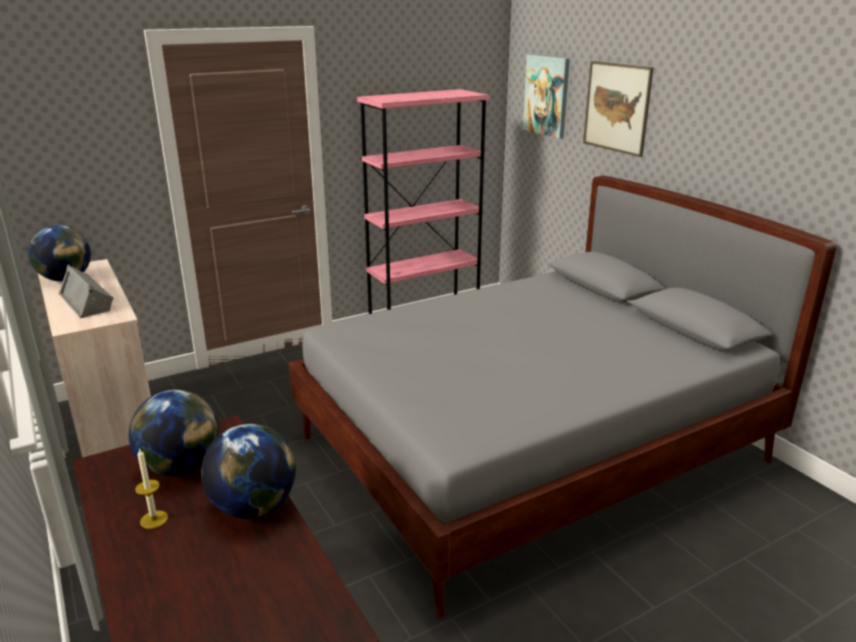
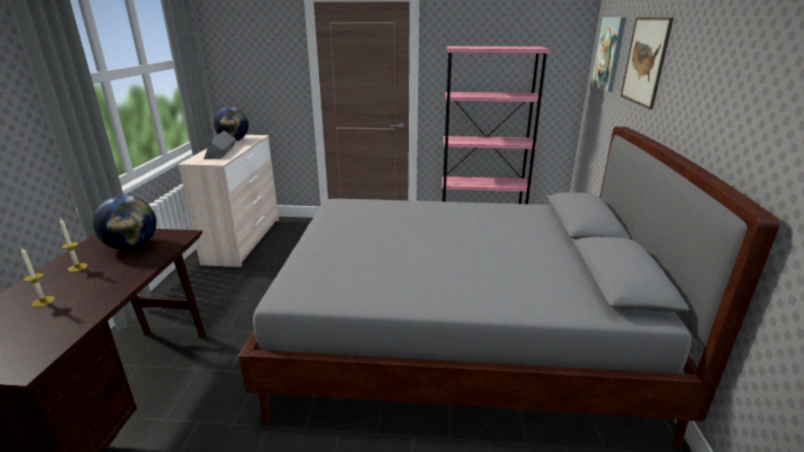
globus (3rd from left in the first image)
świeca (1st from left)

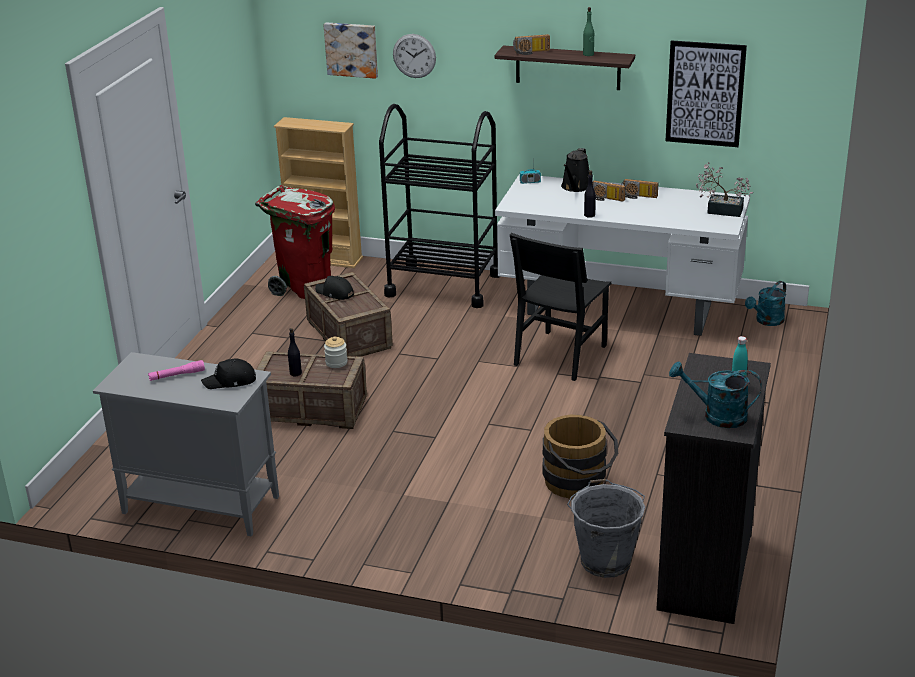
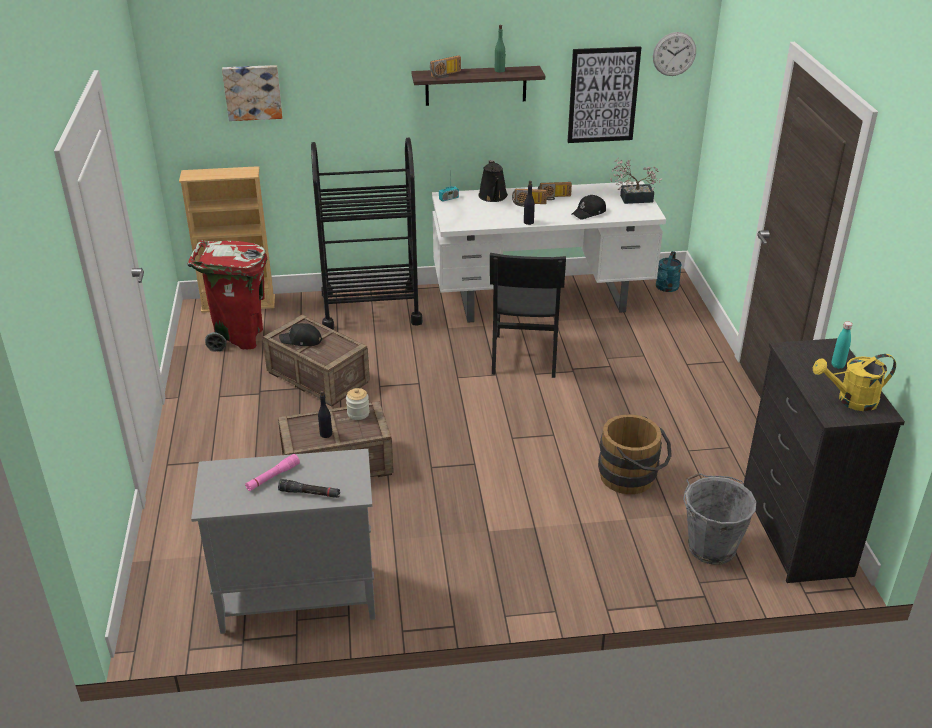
zegar ścienny
czapka z daszkiem (czarny) (2nd from left)
konewka (żółty)
latarka (czarny)

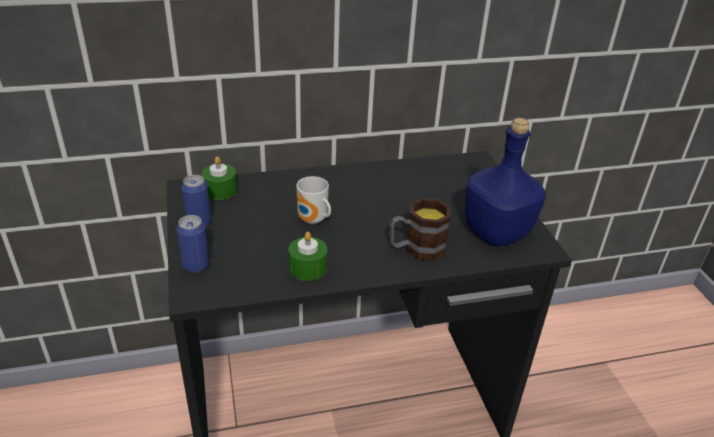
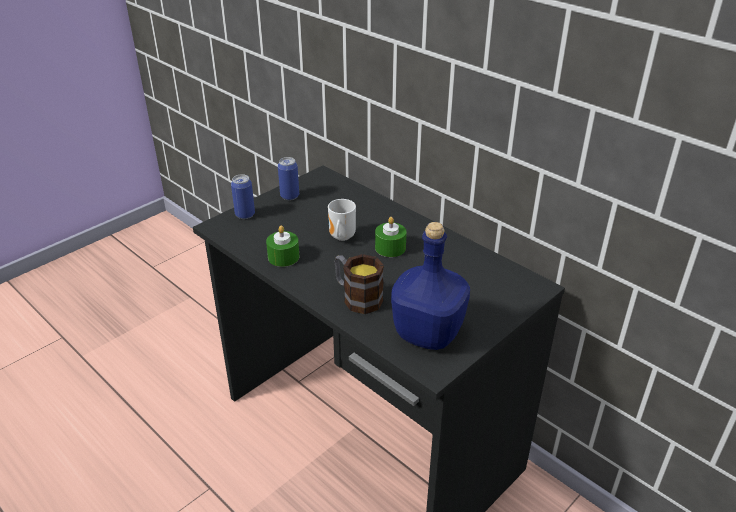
świeca (zielony) (2nd from left)

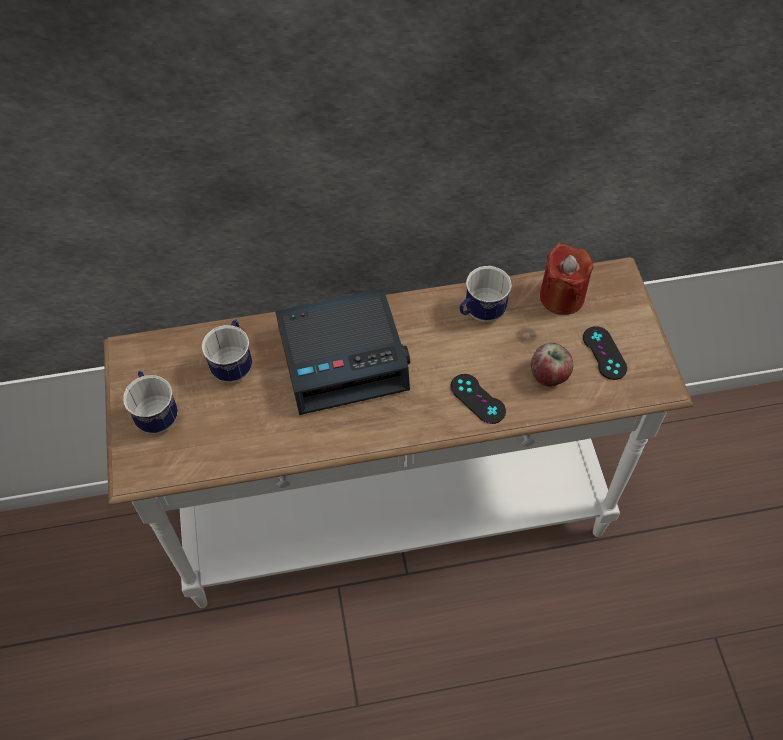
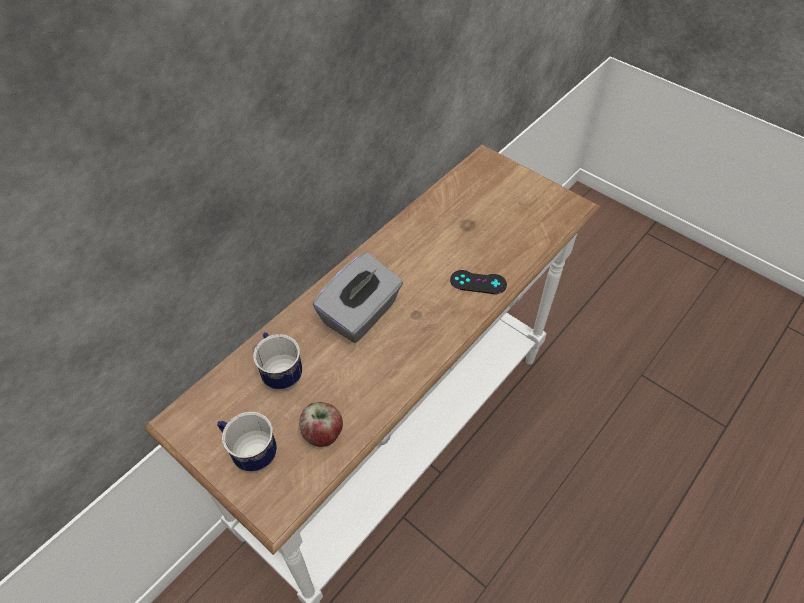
świeca (czerwony)
kubek (3rd from left in the first image)
pudełko chusteczek (szary)
pad do gier (czarny) (2nd from left in the first image)
jabłko

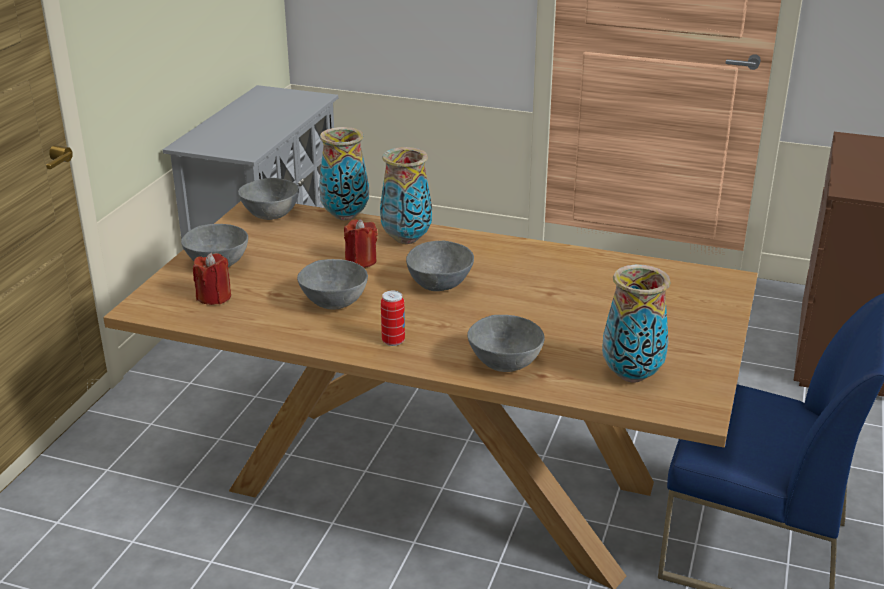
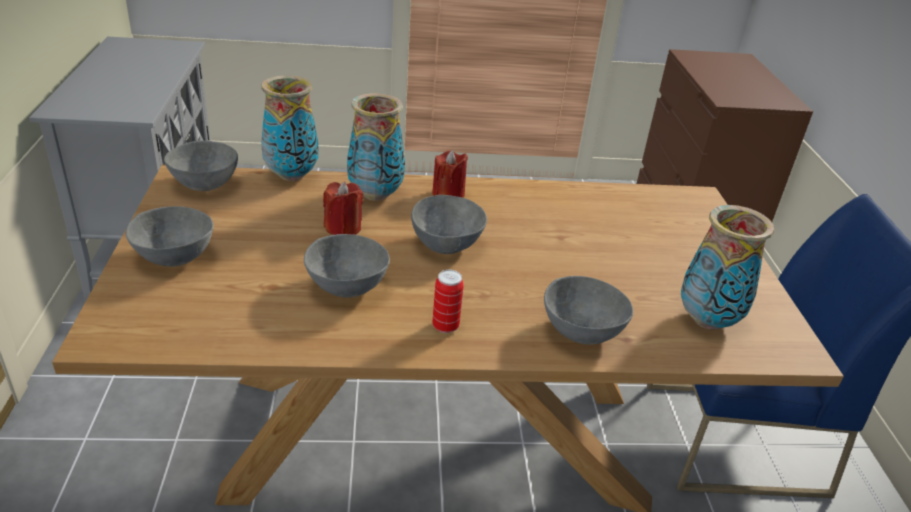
świeca (czerwony) (2nd from left)

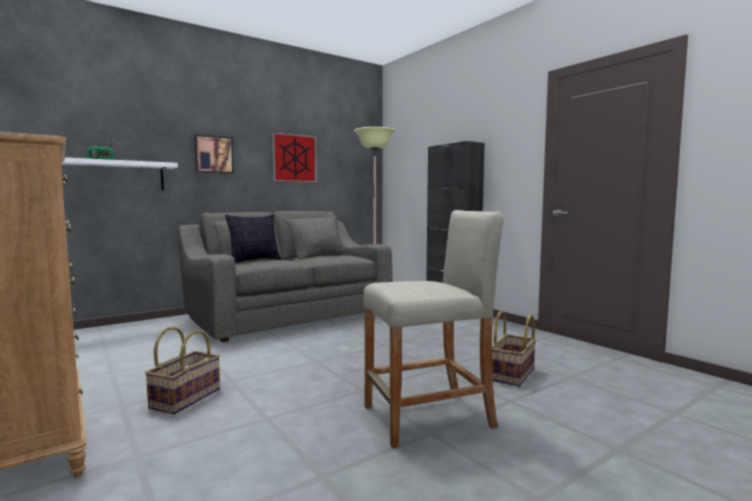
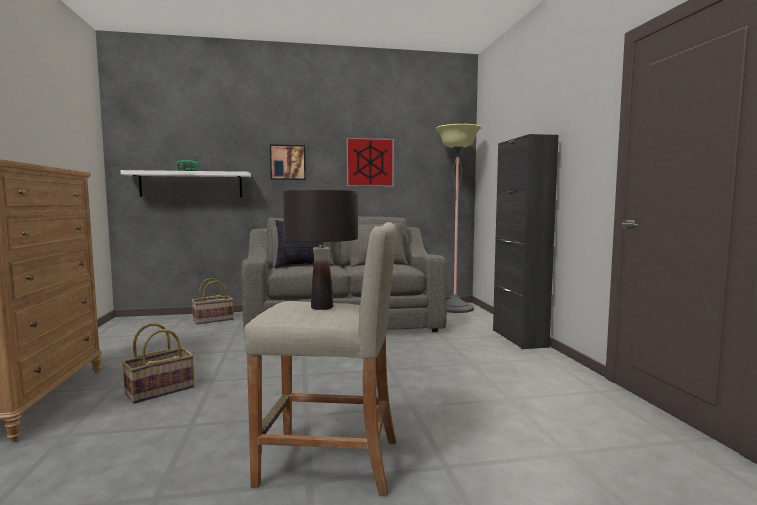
koszyk (2nd from left)
lampa stołowa (czarny)

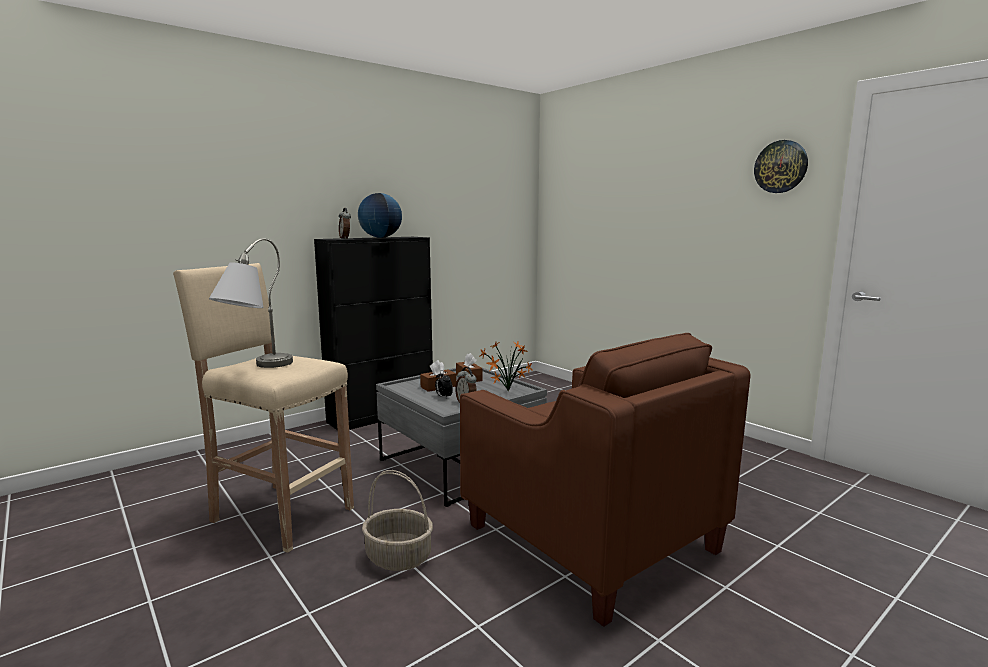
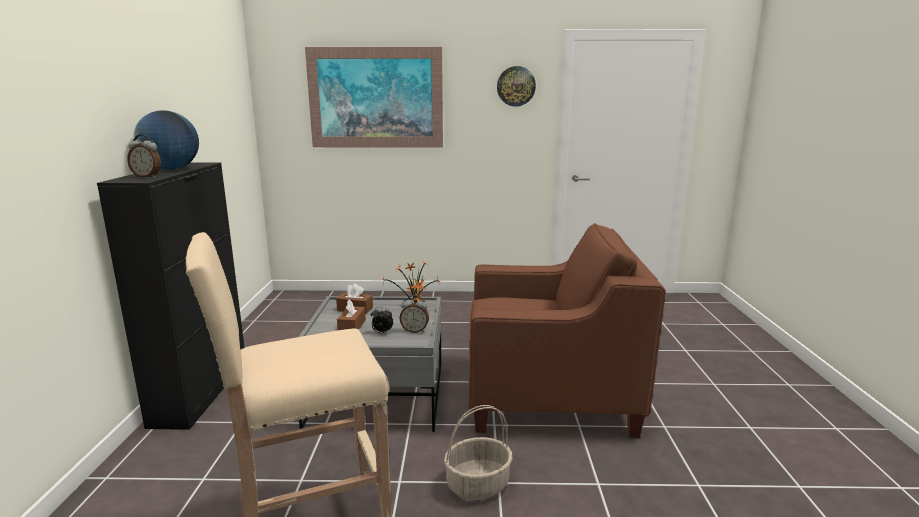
lampa stołowa (szary)
obraz

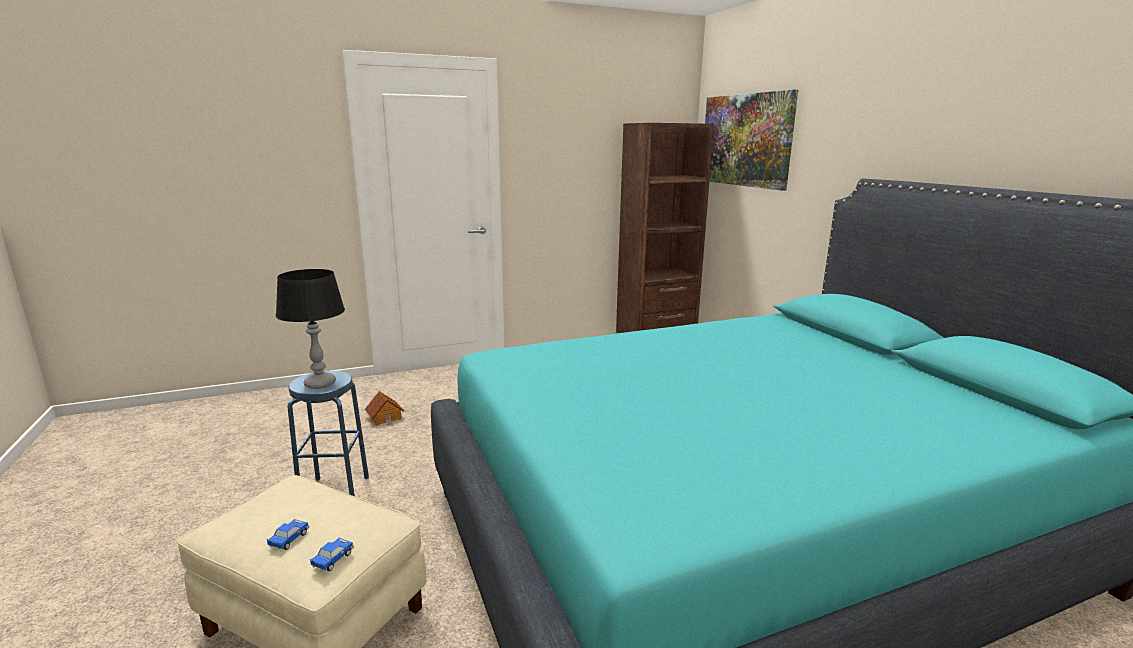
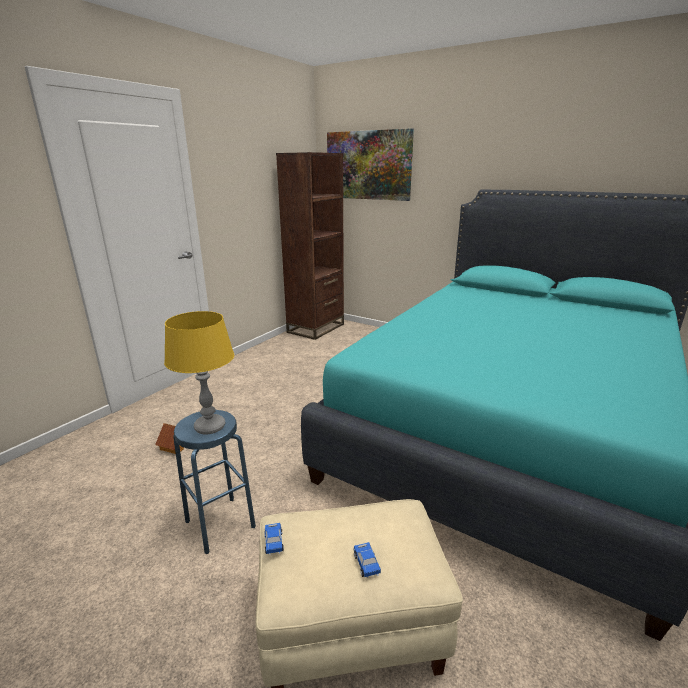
lampa stołowa (żółty)
samochodzik (1st from left)

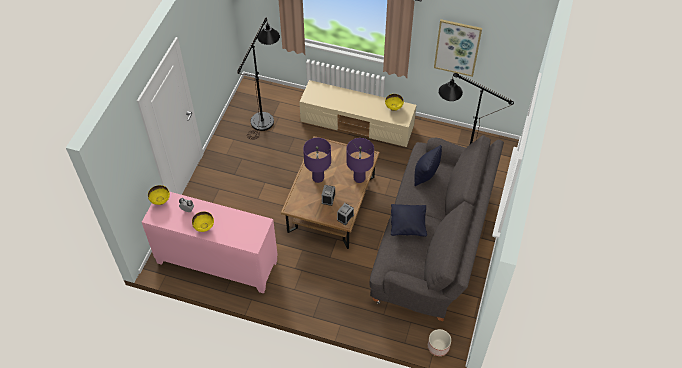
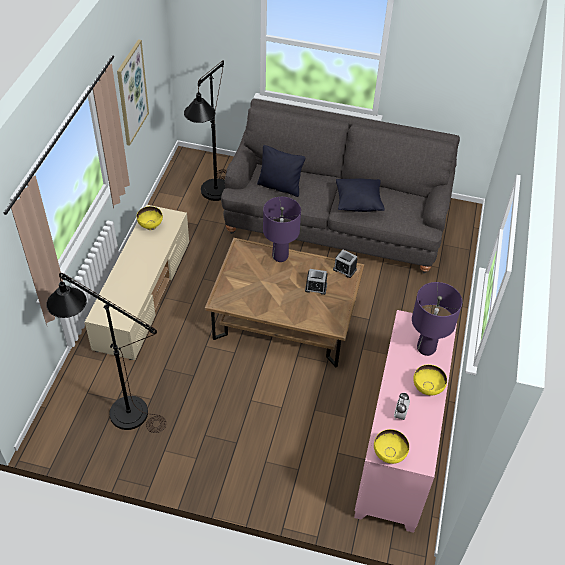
lampa stołowa (fioletowy) (2nd from left)
donica

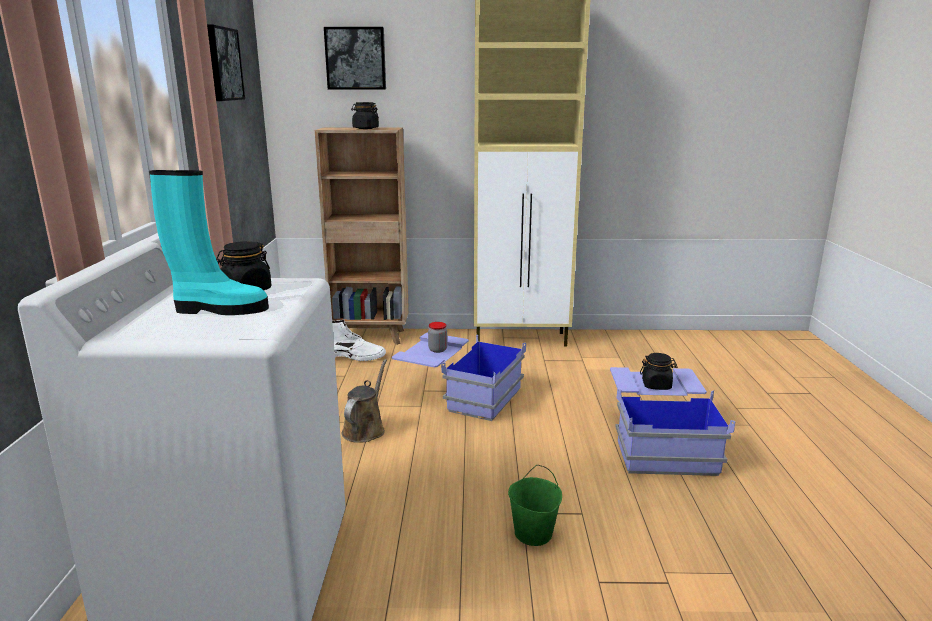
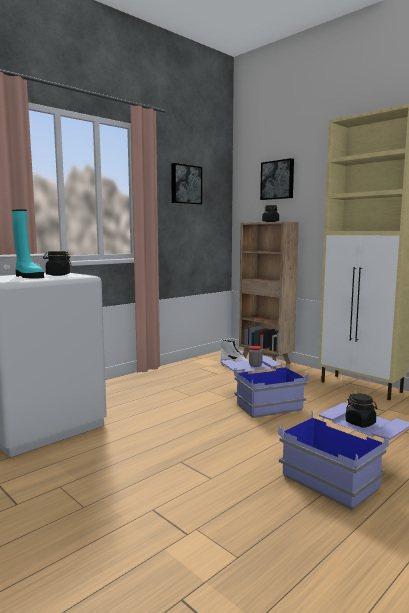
konewka (brązowy)
wiadro (zielony)

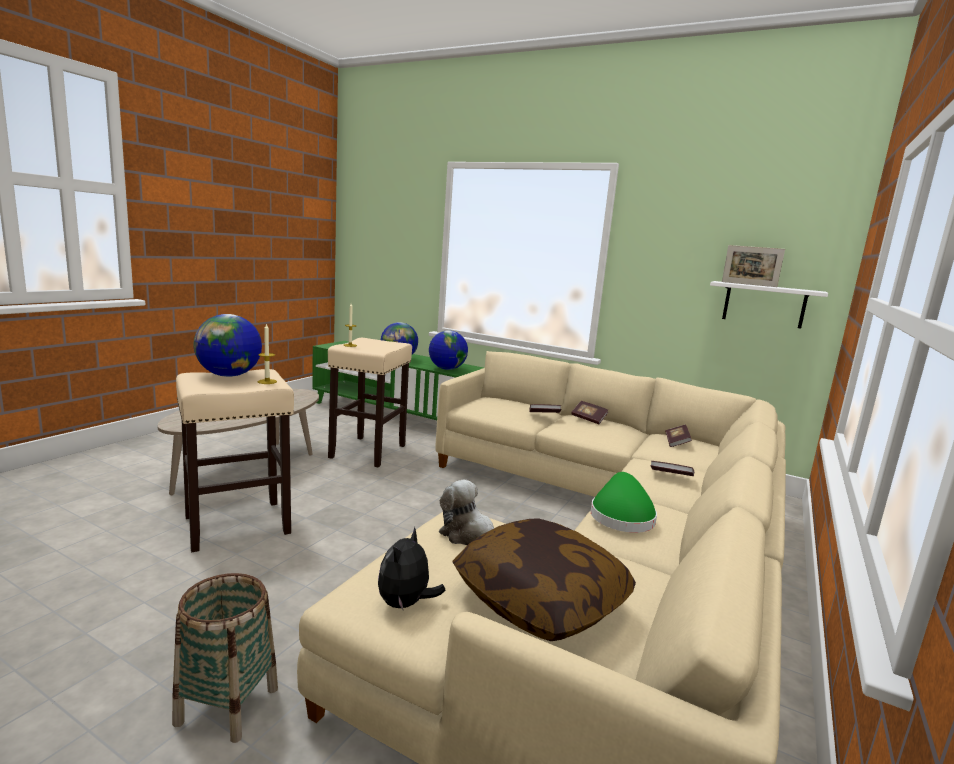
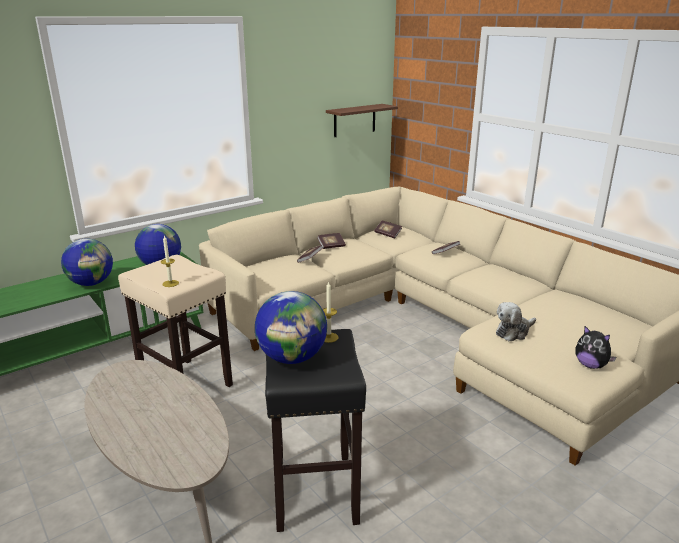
ramka na zdjęcie
półka (brązowy)
stołek (czarny)
kapelusz (zielony)
poduszka
koszyk

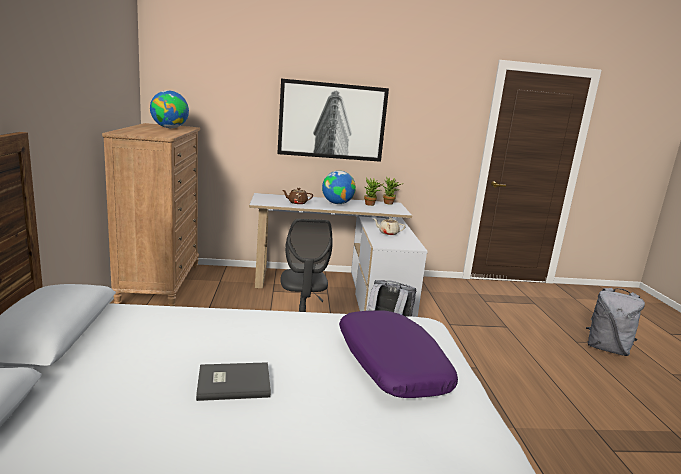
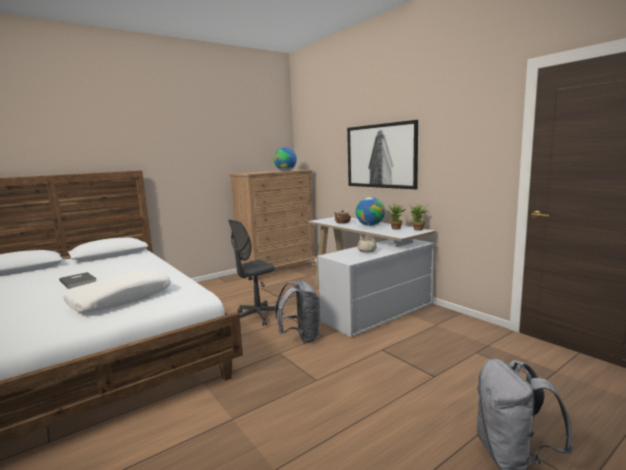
poduszka (biały)

